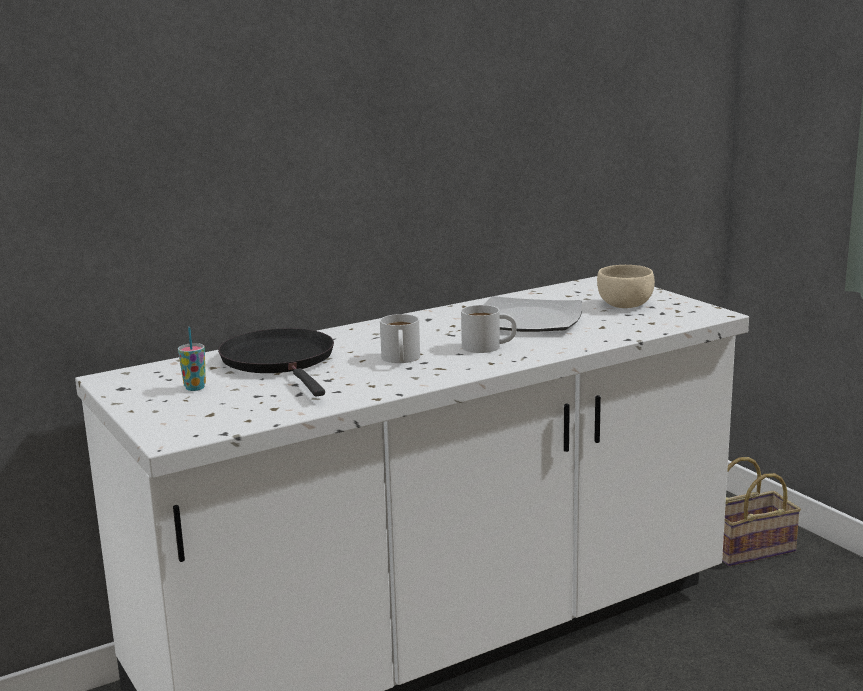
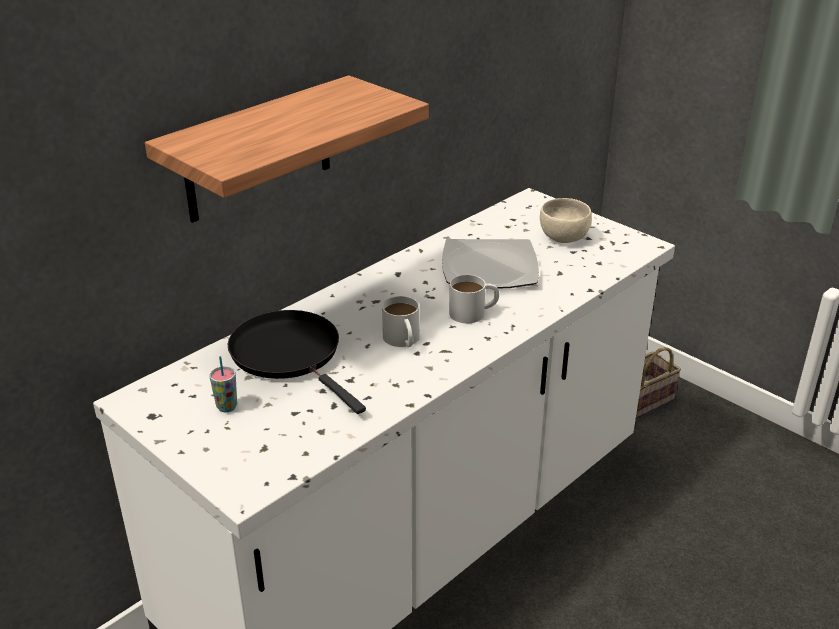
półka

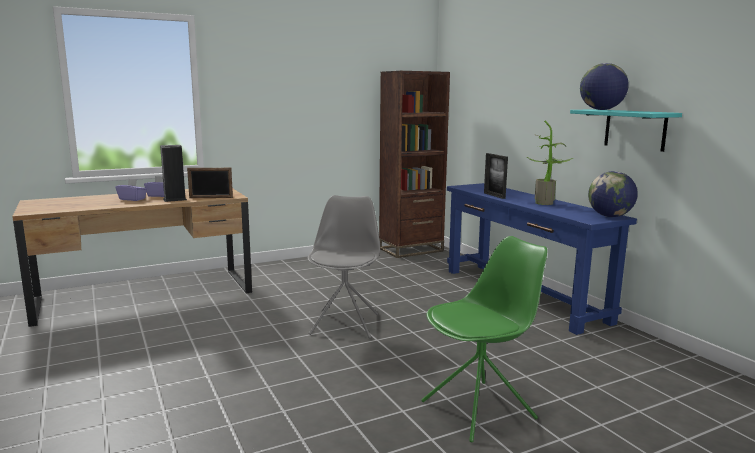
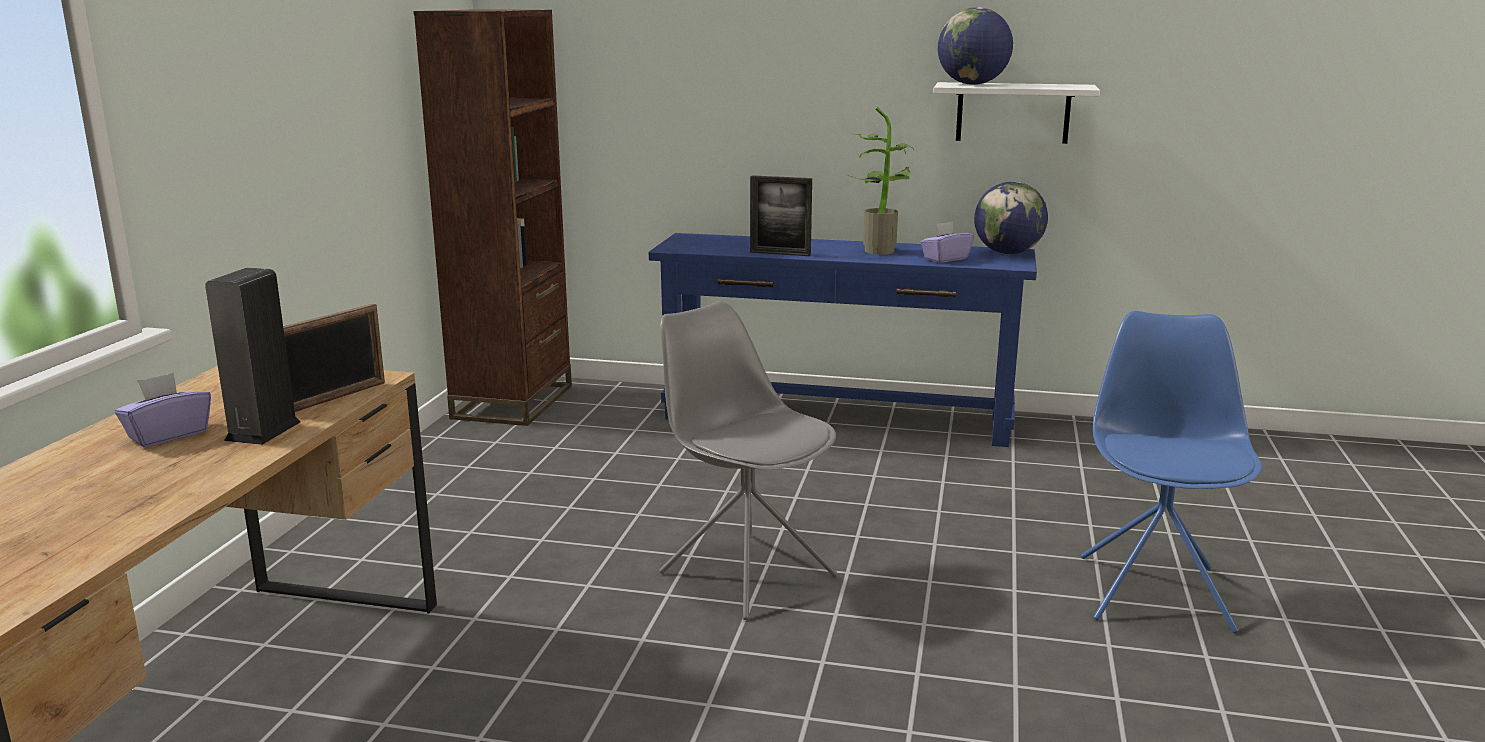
półka (biały)
pudełko chusteczek (fioletowy) (2nd from left)
krzesło (niebieski)

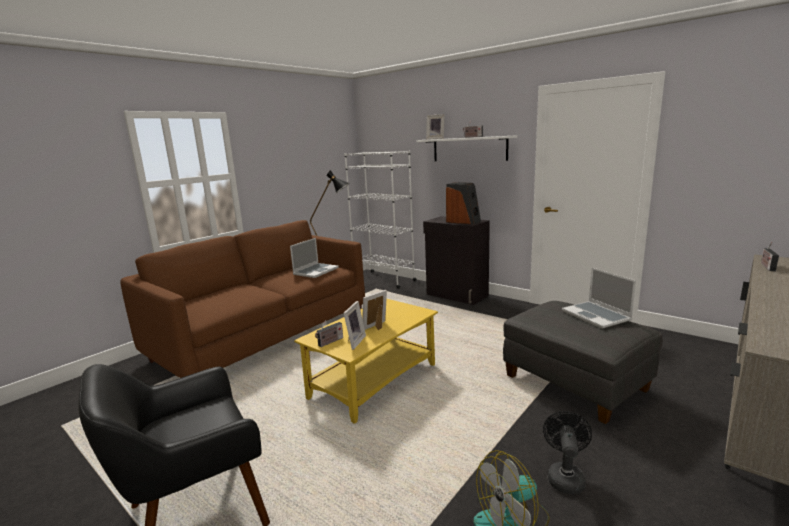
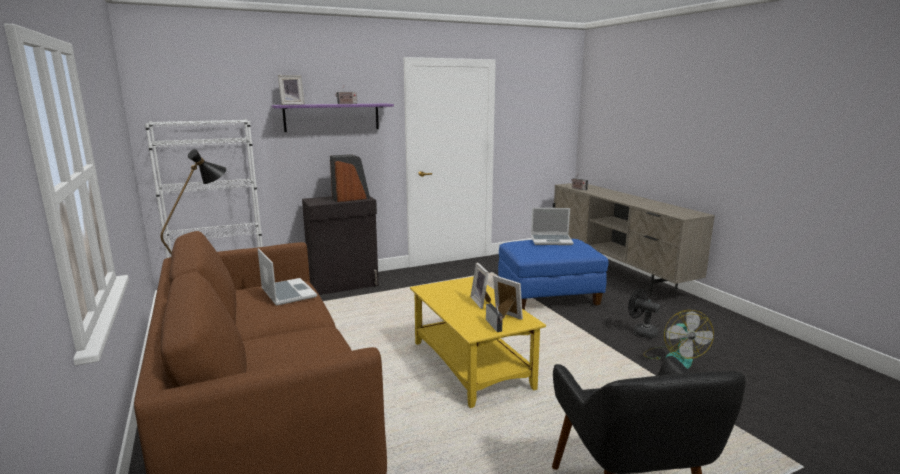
półka (fioletowy)
pufa (niebieski)

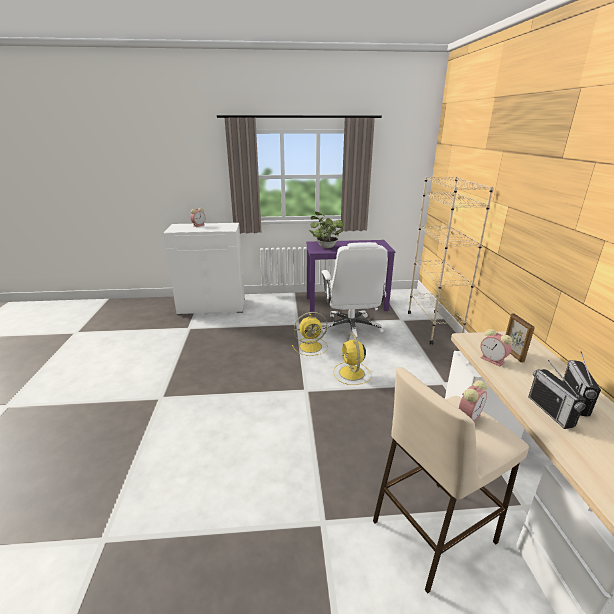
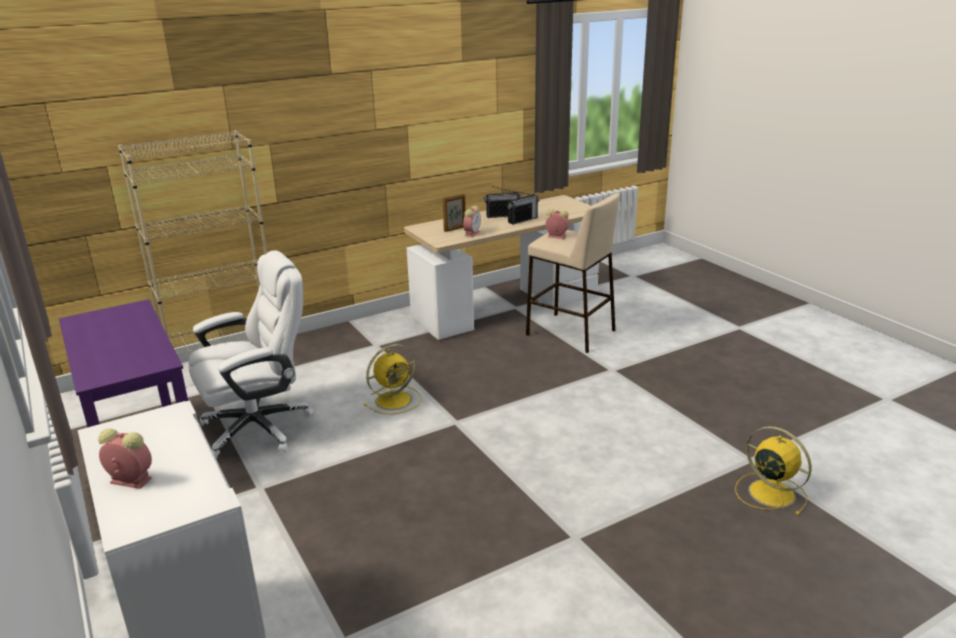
roślina doniczkowa
wentylator (żółty) (2nd from left)

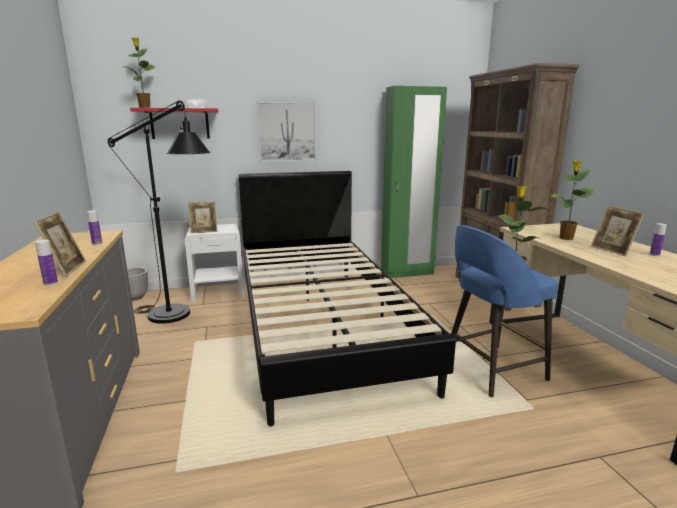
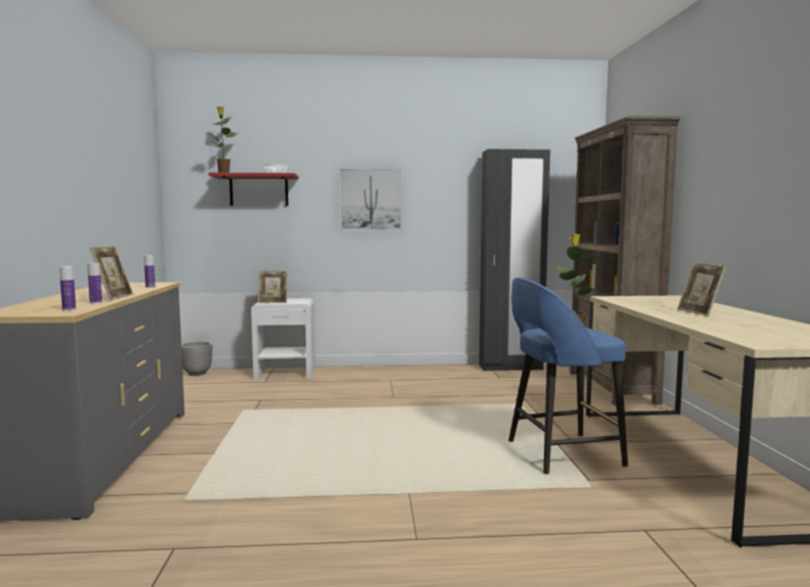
szafa (czarny)
lampa stojąca (czarny)
roślina doniczkowa (3rd from left in the first image)
łóżko (czarny)
butelka (1st from left)

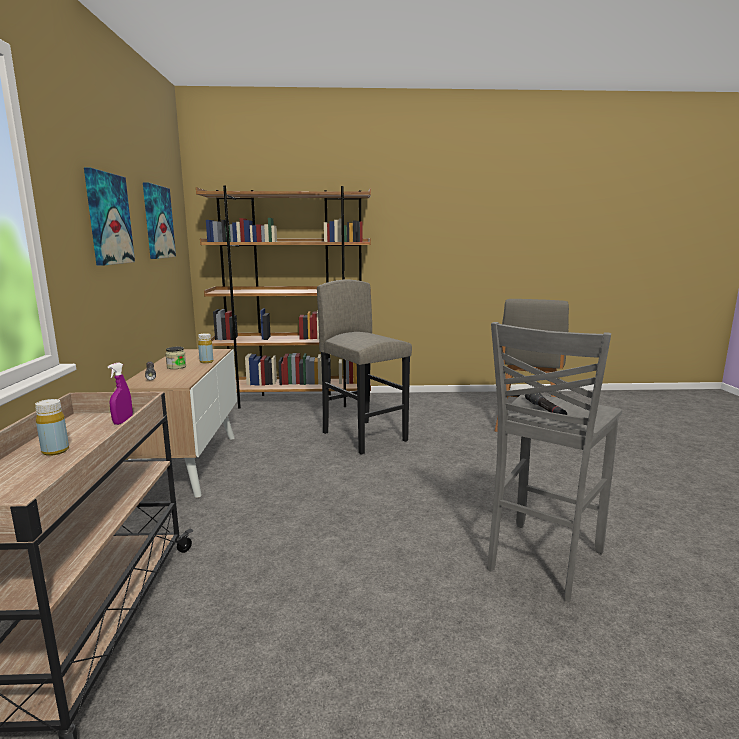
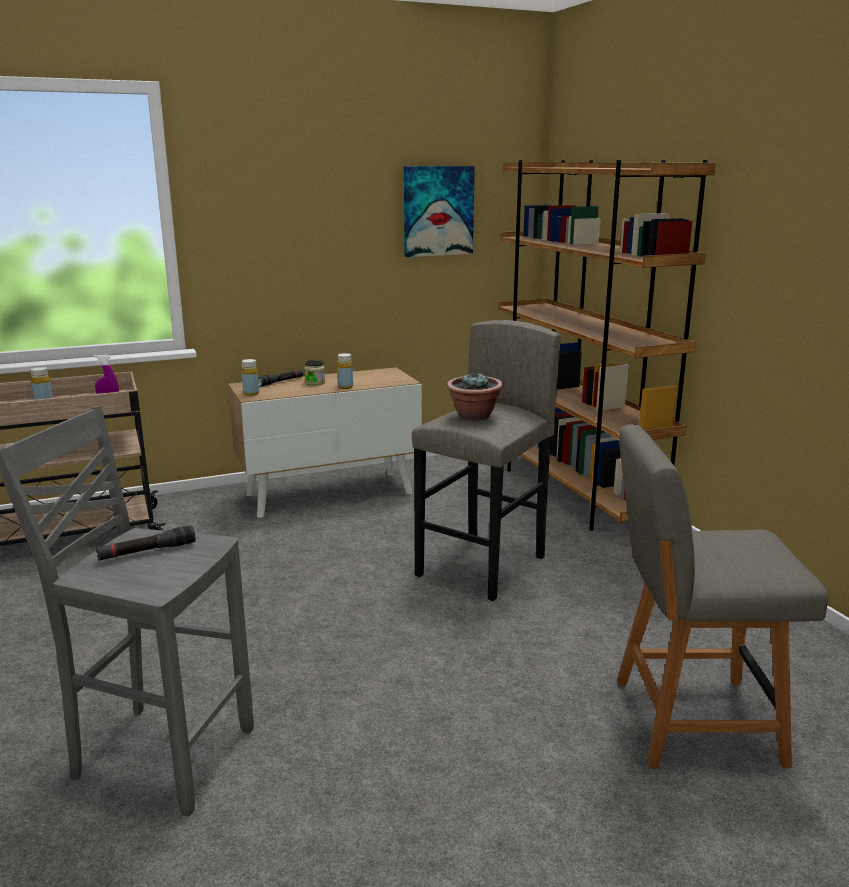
obraz (1st from left in the first image)
butelka (żółty) (2nd from left)
roślina doniczkowa

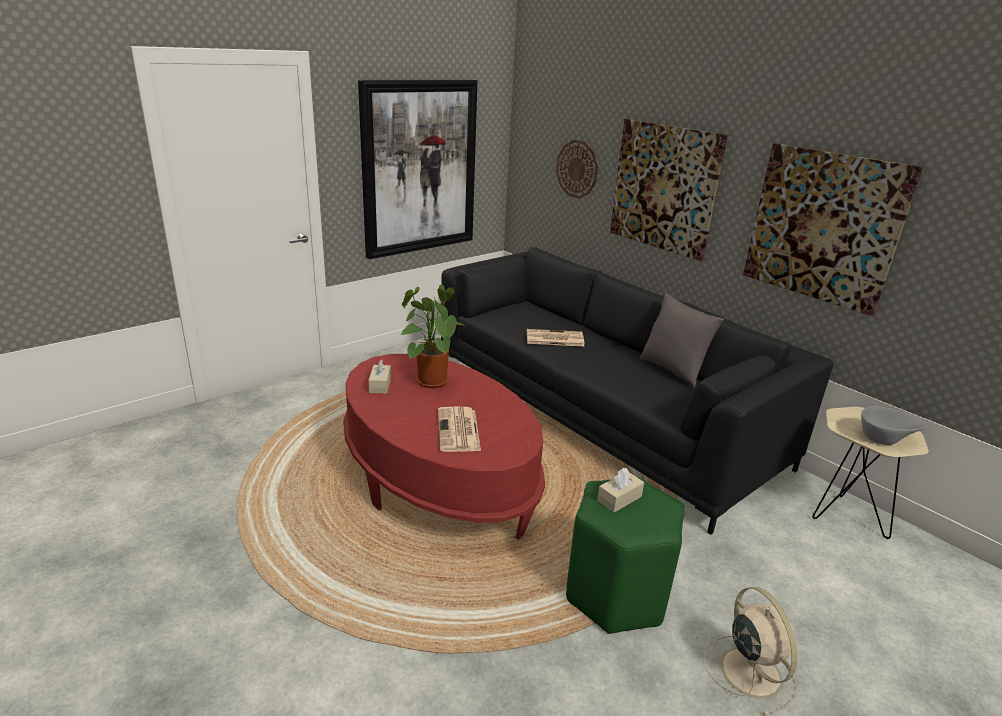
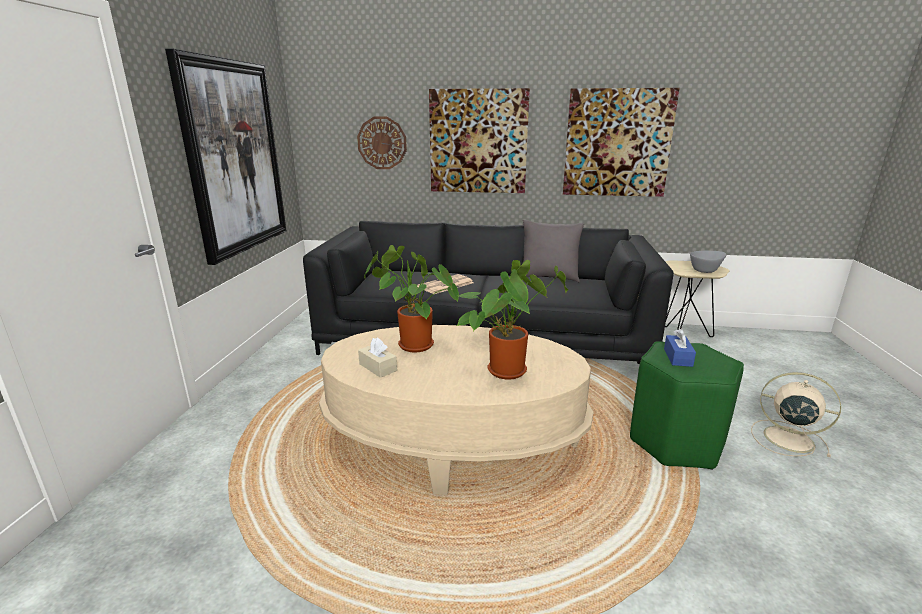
ława (beżowy)
roślina doniczkowa (2nd from left)
pudełko chusteczek (niebieski)

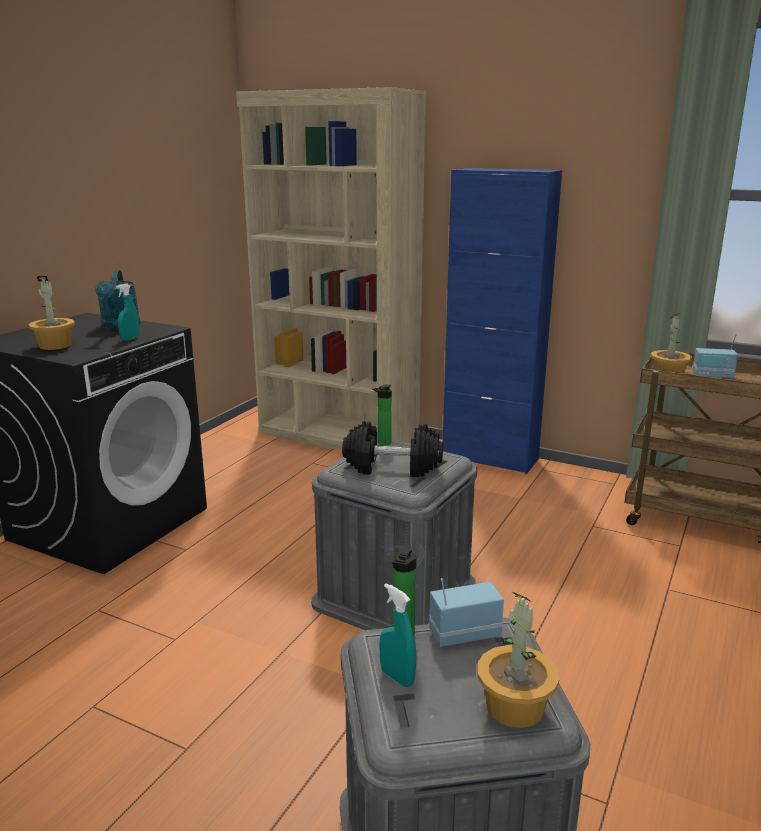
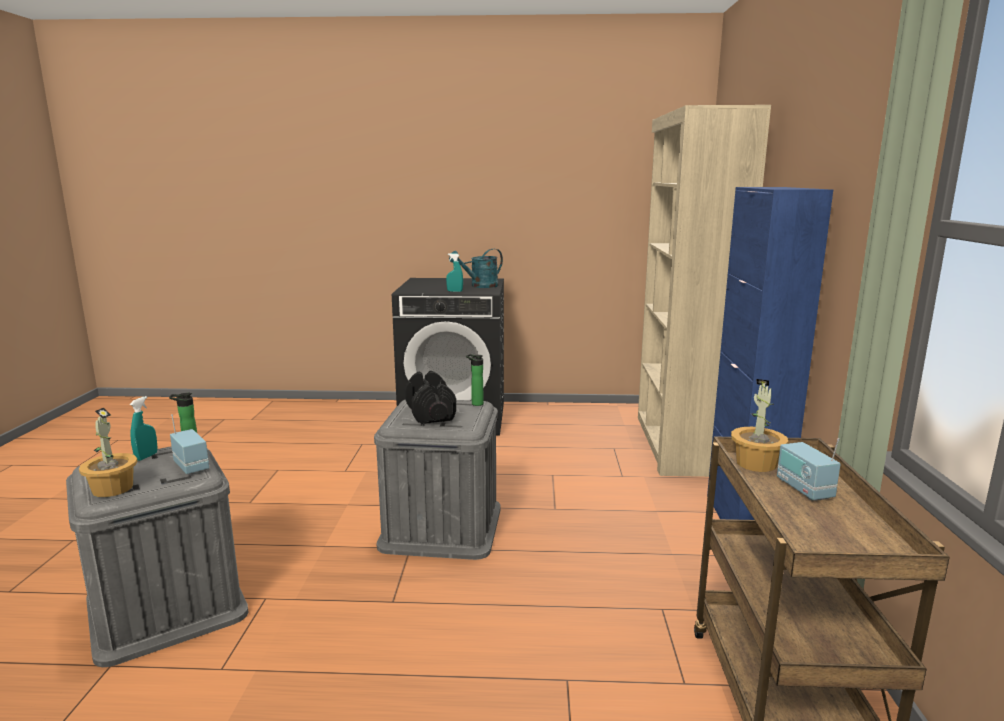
roślina doniczkowa (1st from left in the first image)

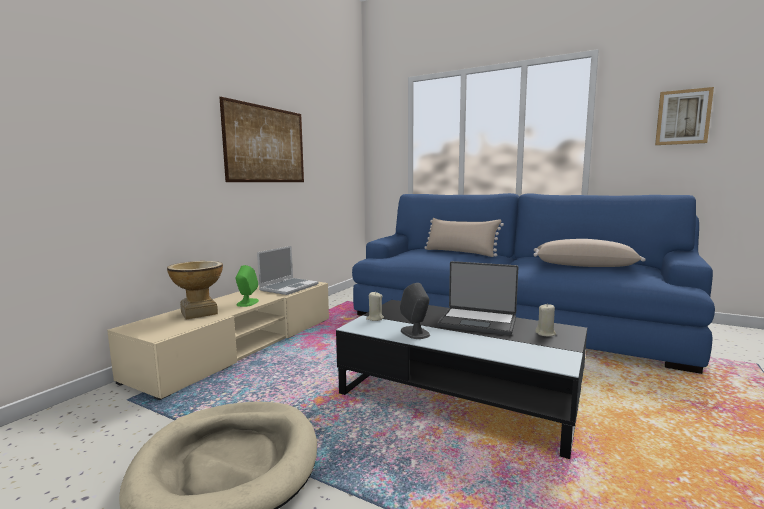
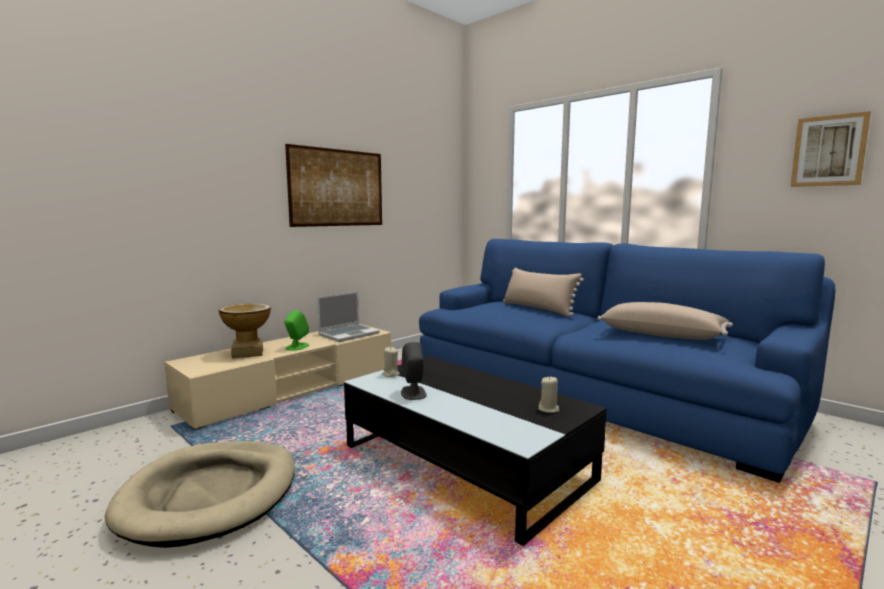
laptop (2nd from left in the first image)

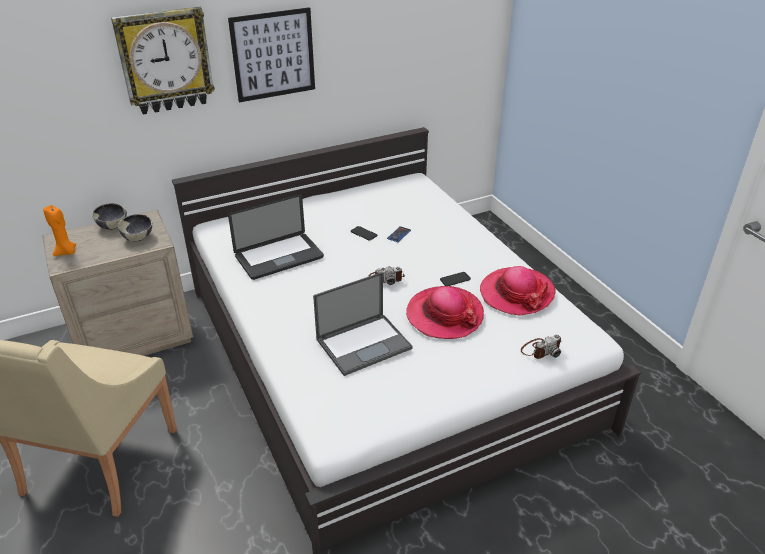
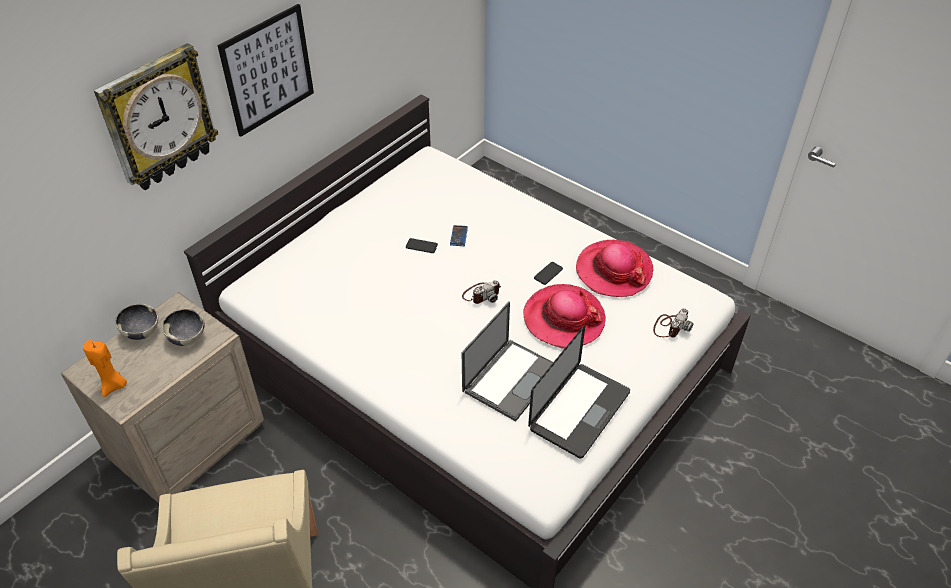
laptop (2nd from left)

